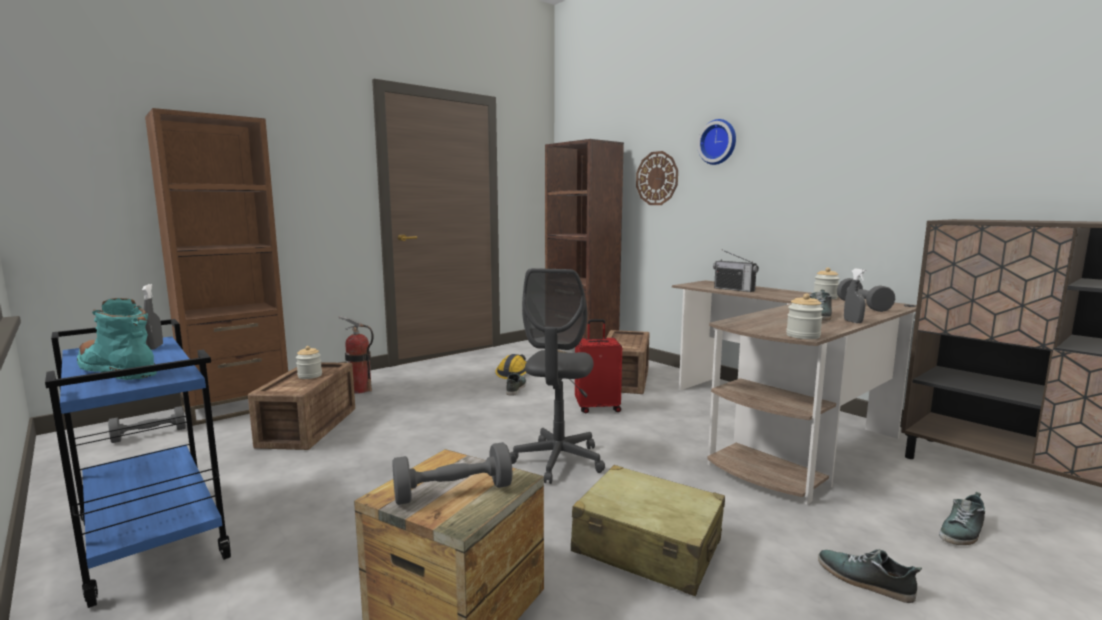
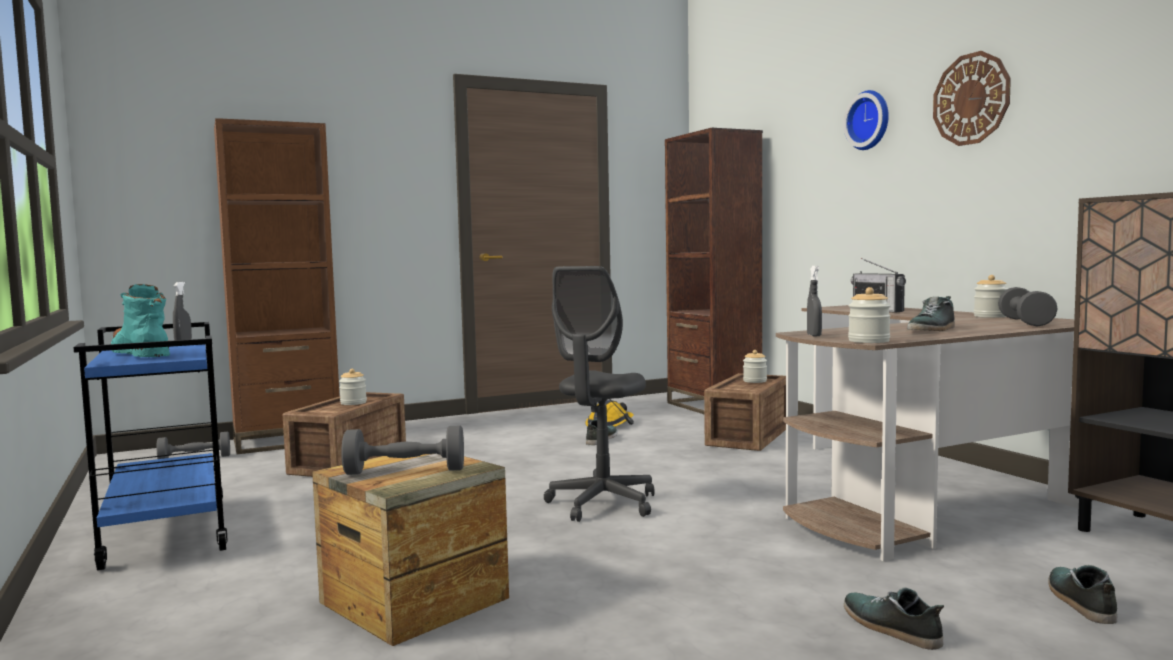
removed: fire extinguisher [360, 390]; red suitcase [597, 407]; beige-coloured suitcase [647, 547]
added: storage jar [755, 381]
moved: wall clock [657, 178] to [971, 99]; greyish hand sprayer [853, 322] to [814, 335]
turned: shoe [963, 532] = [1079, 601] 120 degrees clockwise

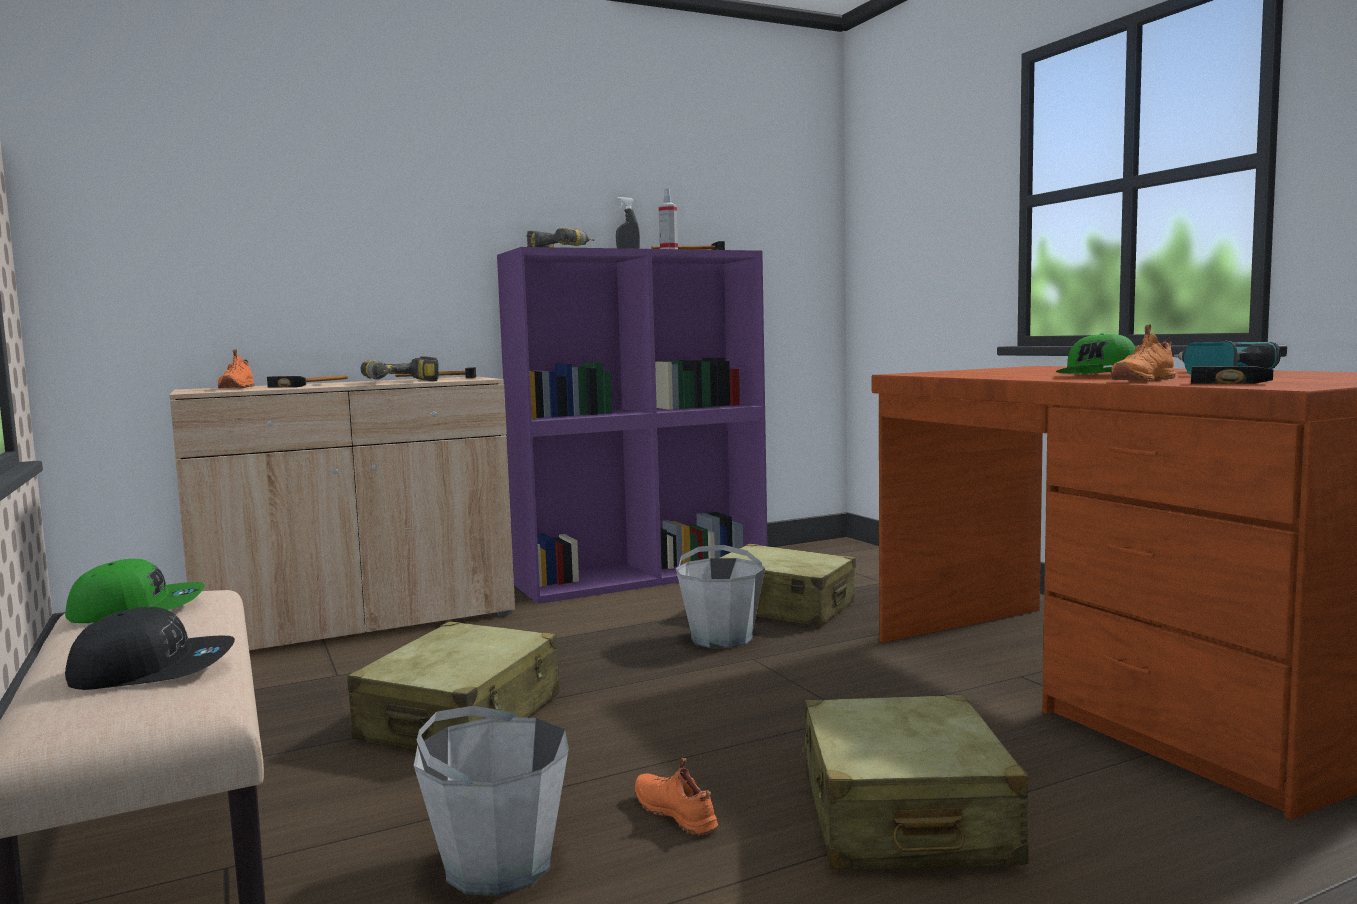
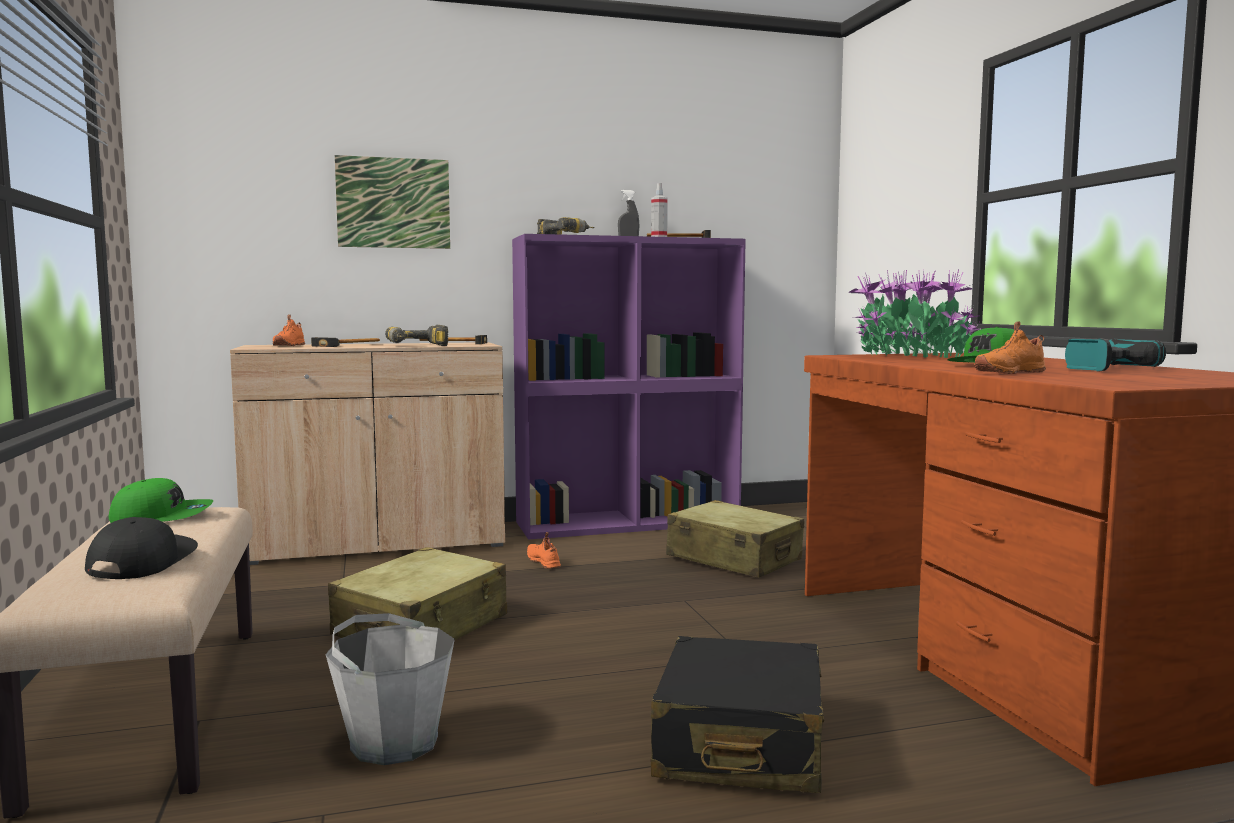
removed: tool hammer [1231, 380]; greyish pail [721, 638]
added: picture [393, 203]; potted plant [911, 356]
moved: orangey shoe [677, 813] to [544, 562]
recoloured: beige-coloured suitcase [904, 818] to blackish suitcase [740, 744]
turned: blackish baseball cap [153, 670] = [141, 562] 90 degrees counterclockwise

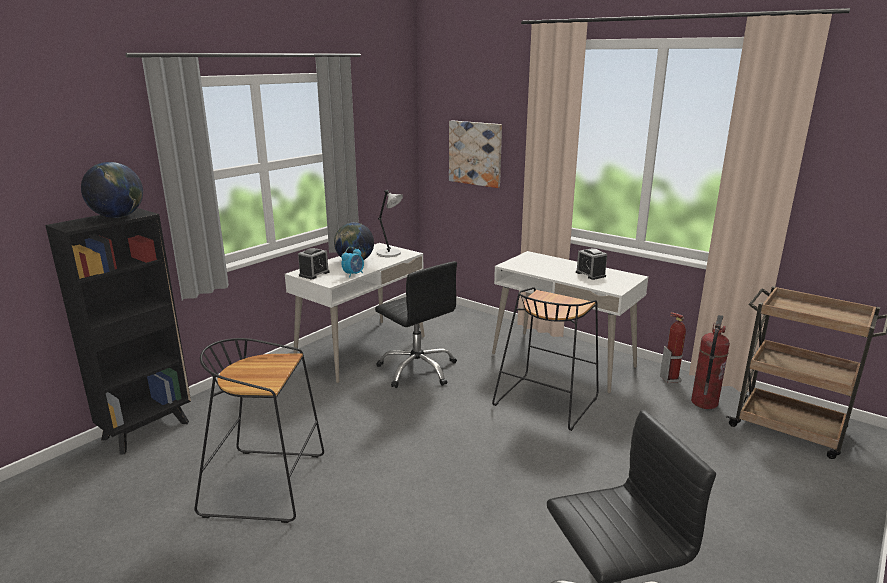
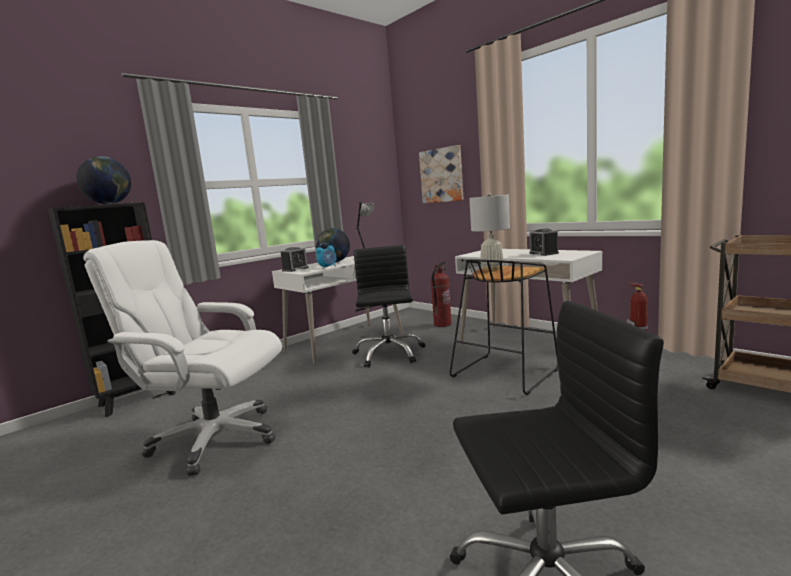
added: whitish table lamp [492, 269]
moved: fire extinguisher [704, 403] to [442, 324]
replaced: blackish stool seat [267, 484] to whitish computer chair [214, 439]
turned: blackish computer chair [418, 369] = [389, 354] 150 degrees counterclockwise

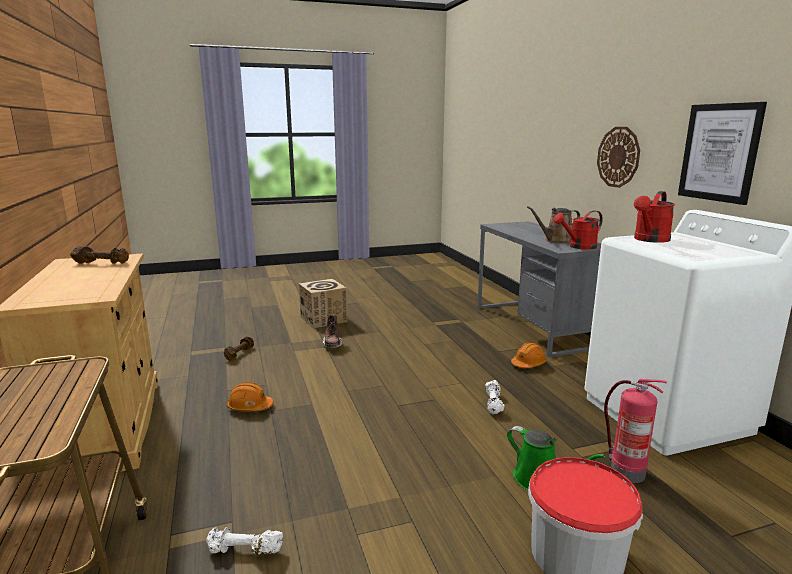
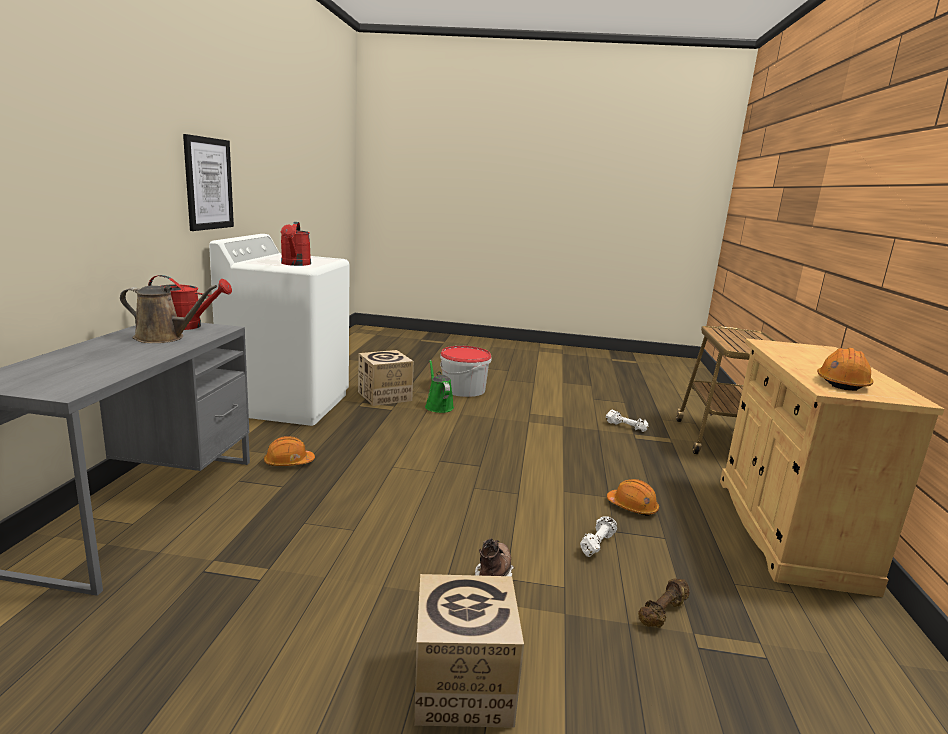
removed: wall clock [618, 157]
moved: whitish hand weight [494, 404] to [596, 544]
replaced: brownish hand weight [102, 263] to orangey hard hat [842, 383]; fire extinguisher [625, 472] to packing box [384, 396]
turned: red sprinkling can [649, 240] = [295, 264] 105 degrees clockwise

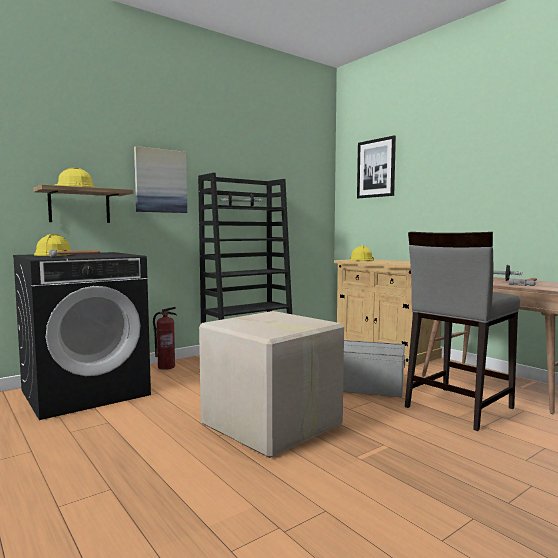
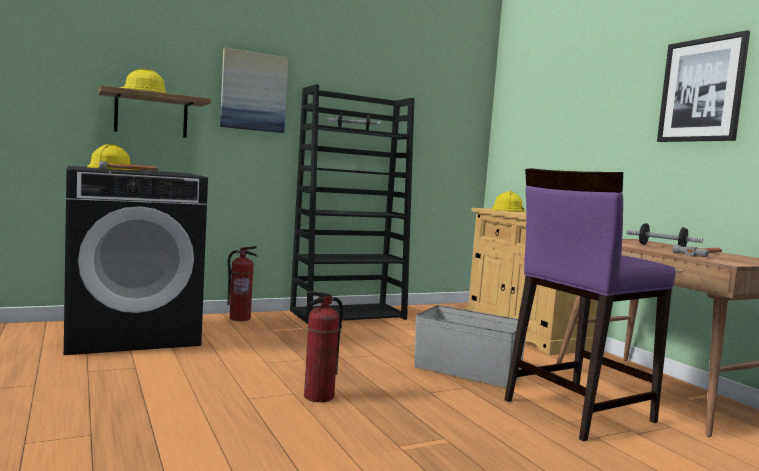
moved: picture [376, 168] to [702, 90]
replaced: packing box [271, 425] to fire extinguisher [319, 397]
recoloured: greyish stool seat [457, 407] to purplish stool seat [576, 410]

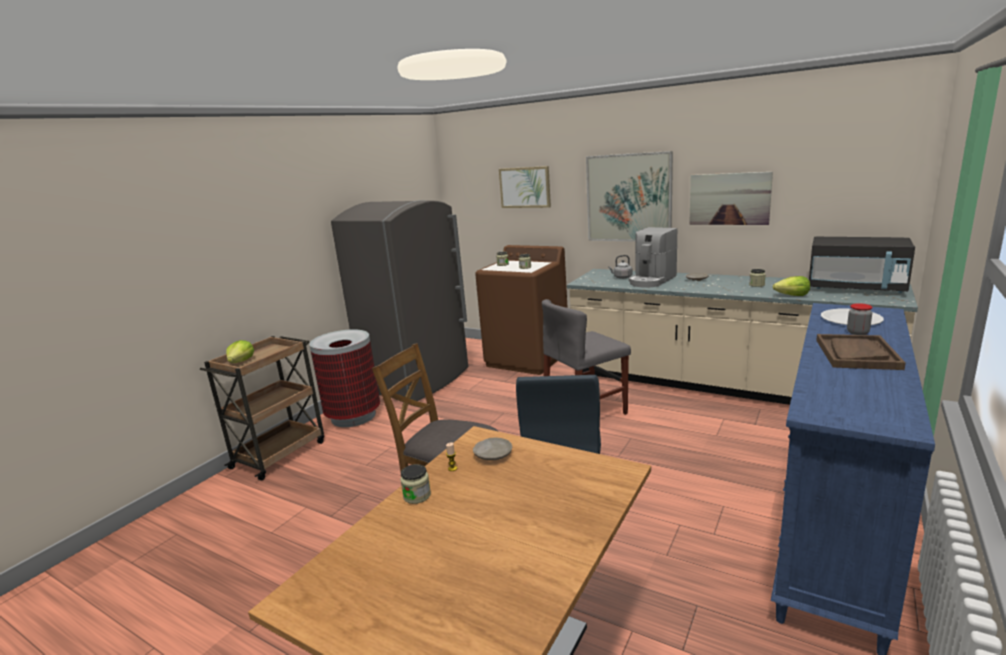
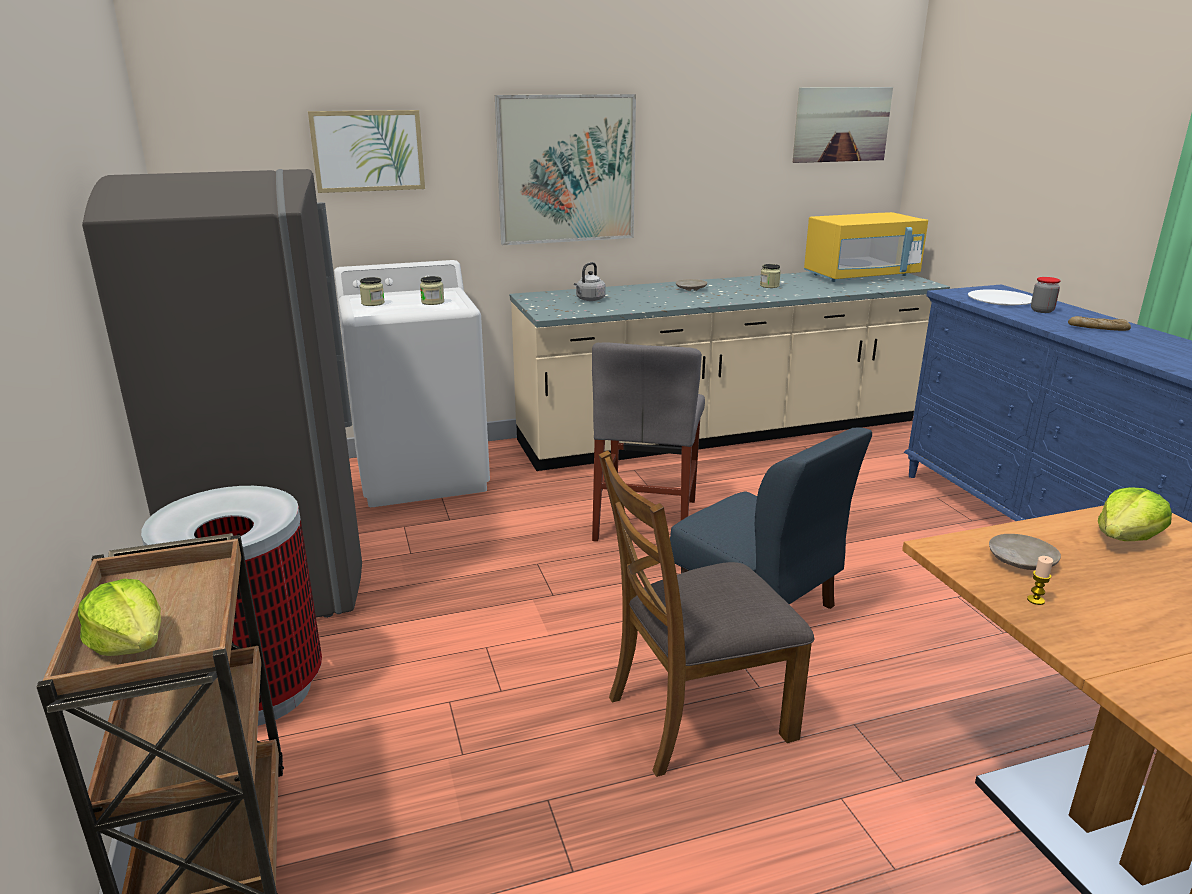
removed: coffee machine [651, 280]; storage jar [417, 496]
moved: picture [729, 199] to [841, 124]; lettuce [792, 296] to [1126, 538]
replaced: brownish serving tray [856, 354] to baked bread [1098, 329]
recoloured: blackish kitchen microwave [855, 288] to yellow kitchen microwave [861, 276]; brownish laundry appliance [527, 359] to whitish laundry appliance [422, 474]

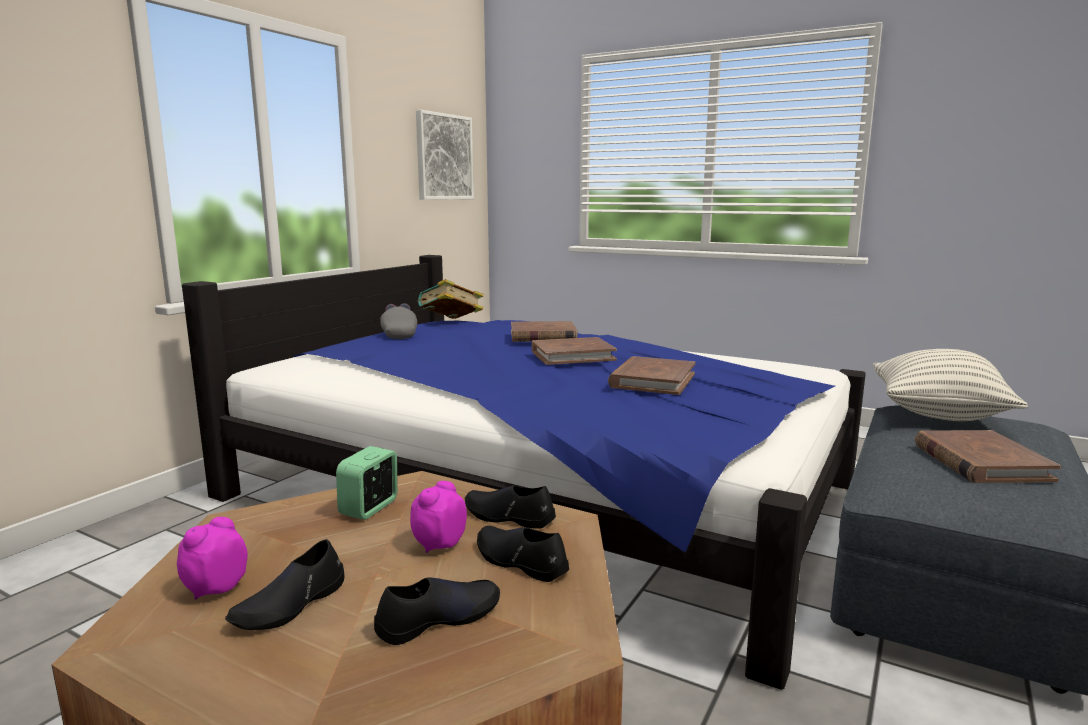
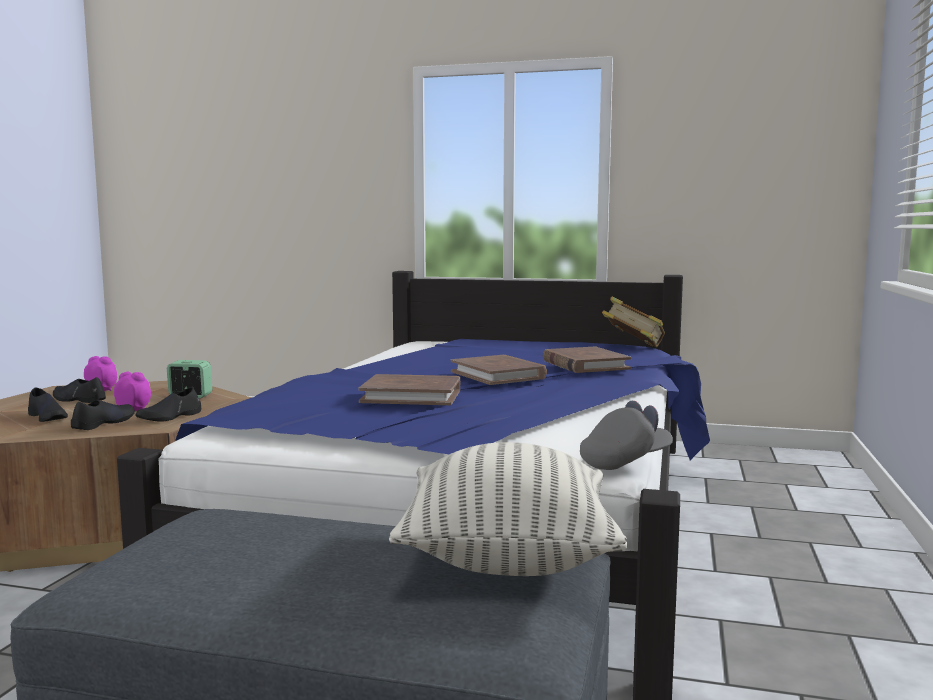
removed: picture [444, 157]; brownish book [980, 462]
moved: greyish baseball cap [399, 335] to [625, 461]
turned: blackish shoe [508, 516] = [169, 417] 150 degrees counterclockwise

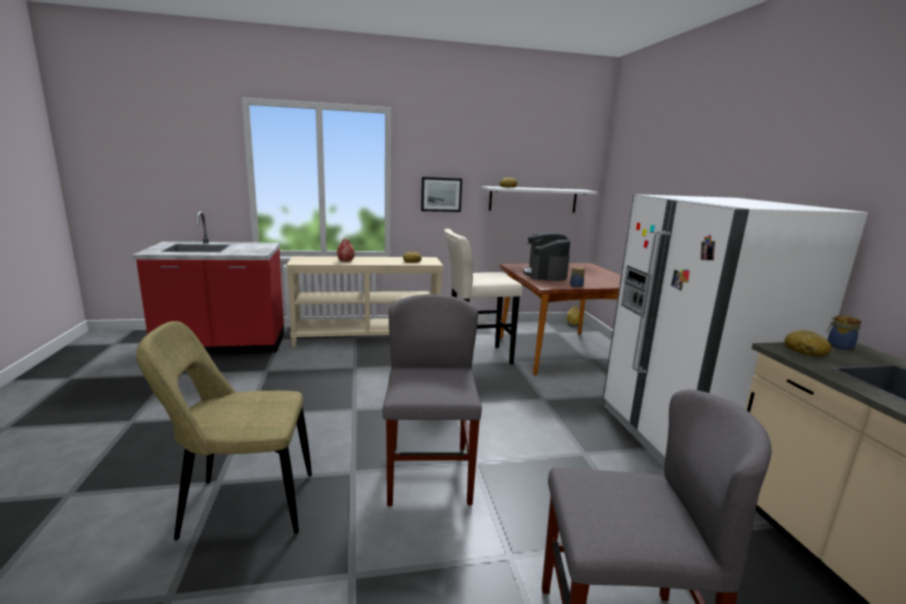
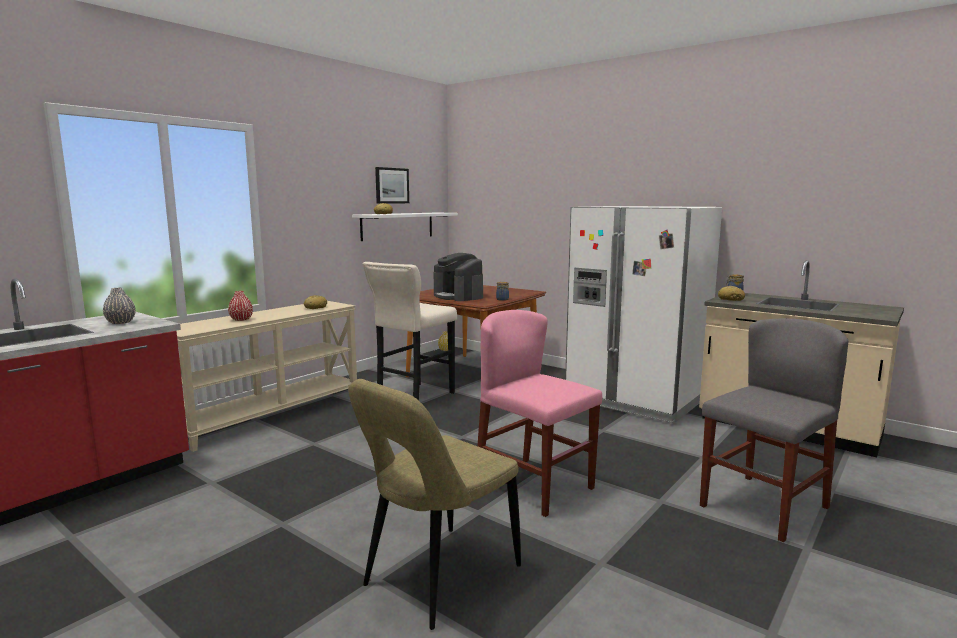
added: greyish flower vase [120, 322]
moved: picture [441, 194] to [391, 185]
recoloured: greyish chair [429, 474] to pink chair [534, 486]

